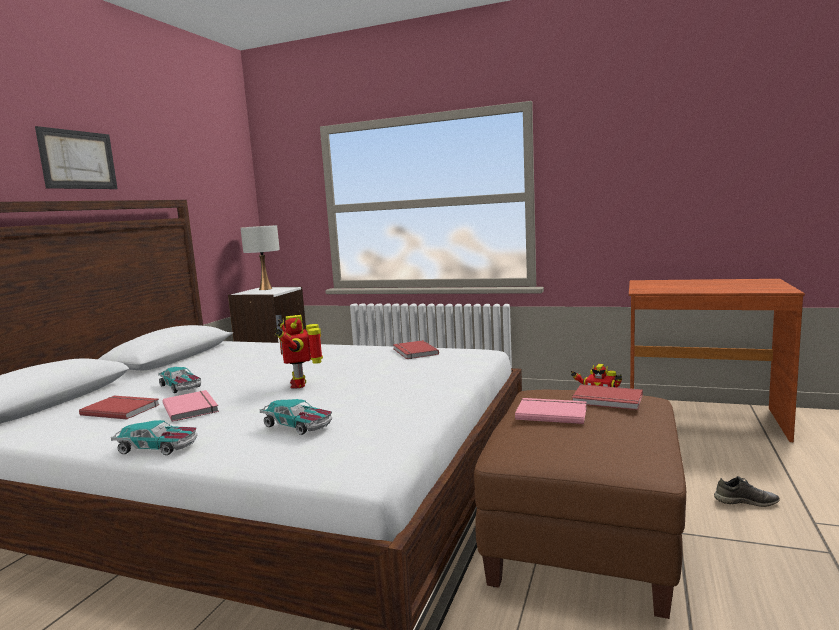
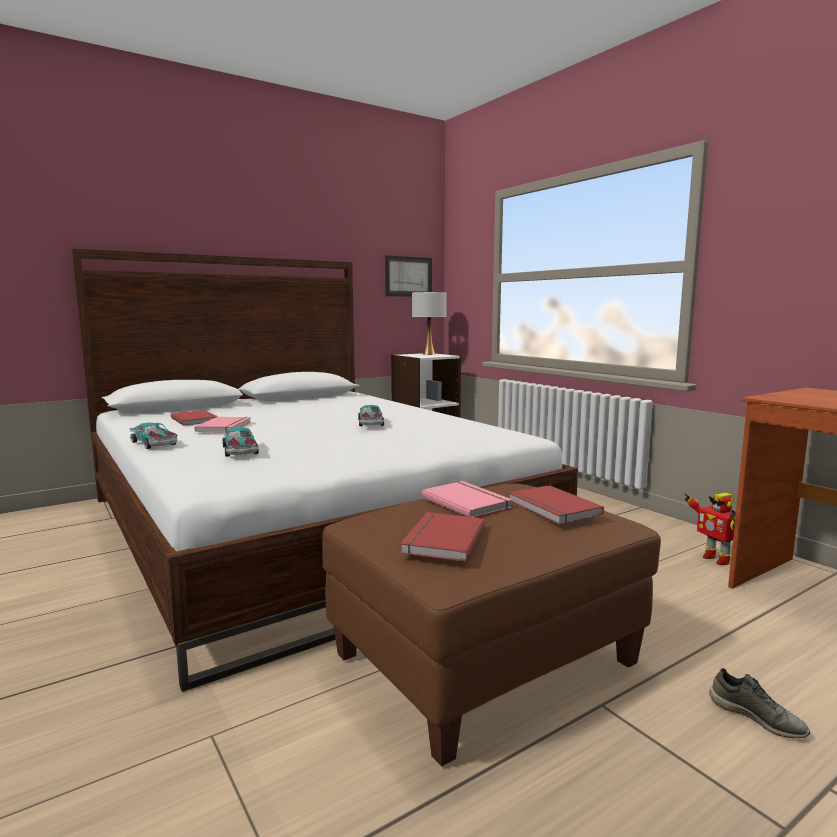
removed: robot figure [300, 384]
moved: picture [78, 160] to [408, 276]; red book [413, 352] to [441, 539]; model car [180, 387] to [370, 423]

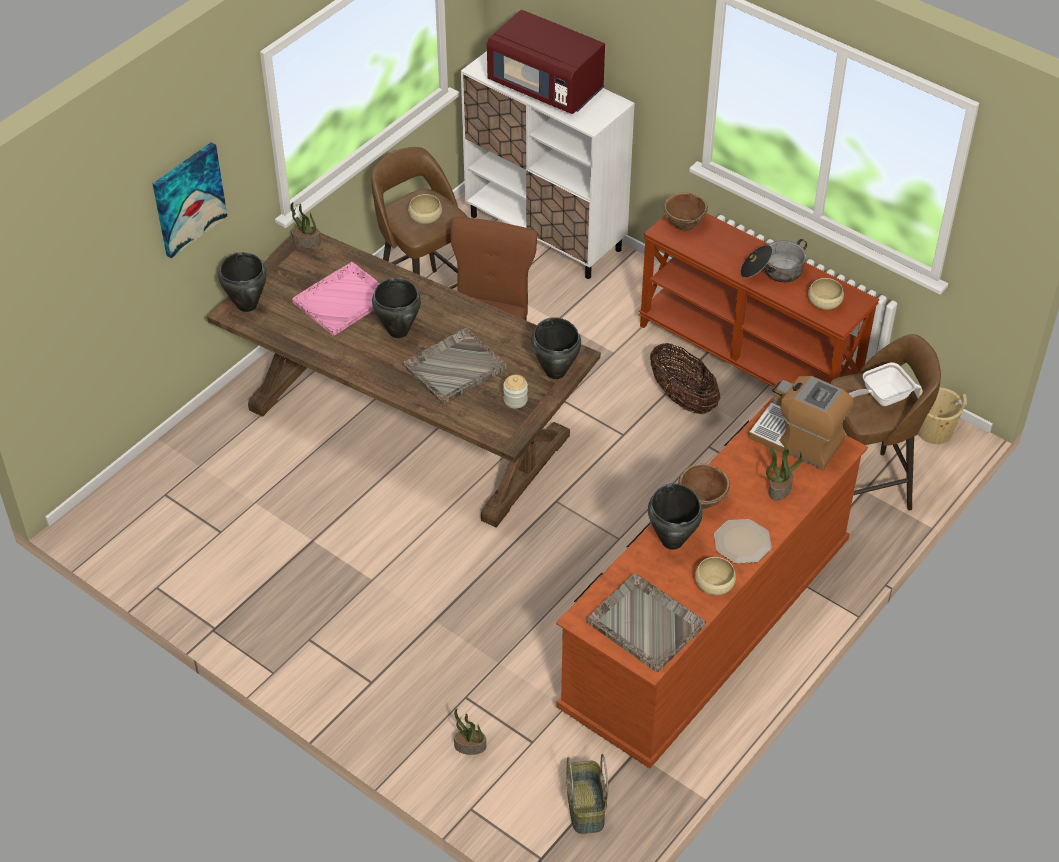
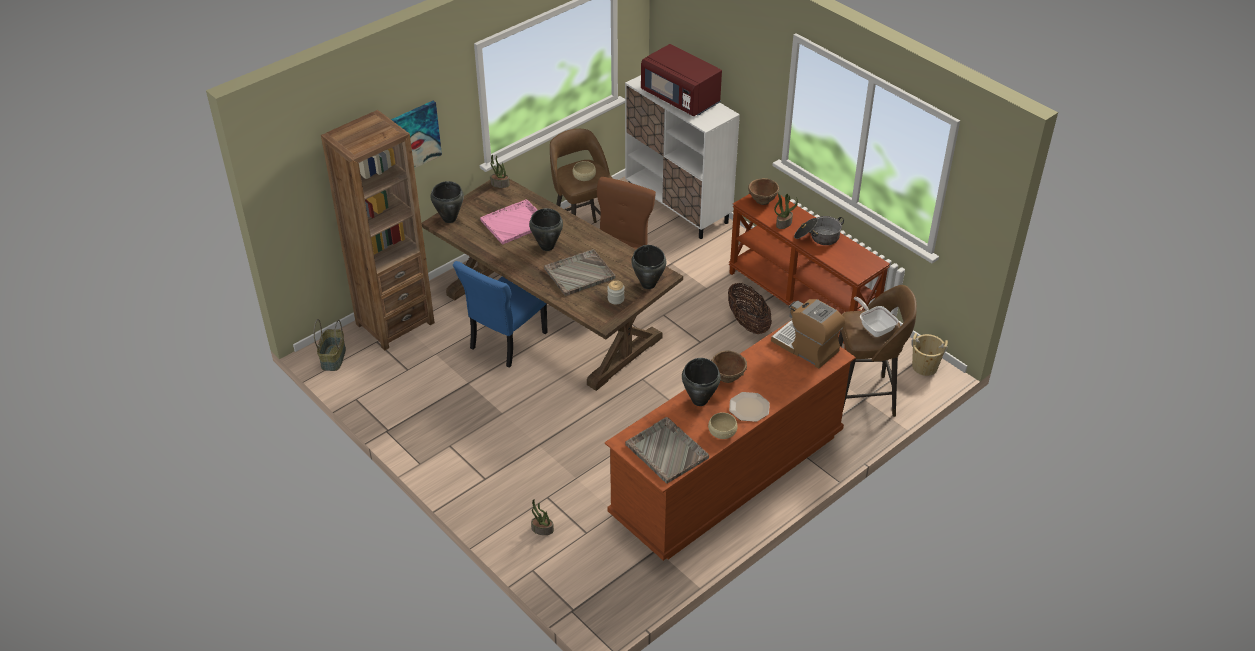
removed: beige-coloured serving bowl [824, 301]
added: brownish bookcase [395, 323]; bluish chair [506, 342]
moved: potted plant [779, 489] to [783, 223]; storage basket [584, 806] to [333, 358]
turned: pan [880, 397] = [874, 327] 75 degrees clockwise

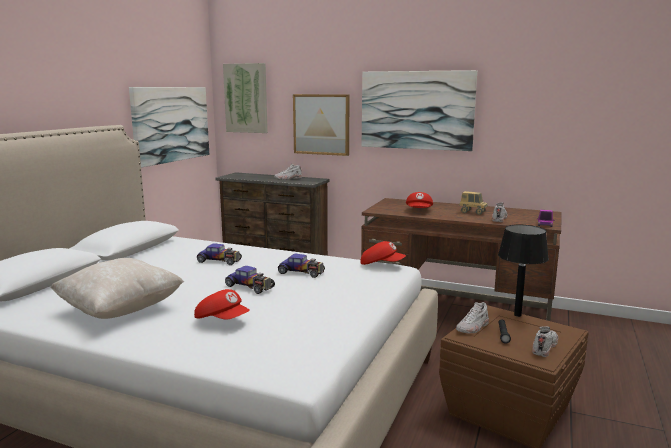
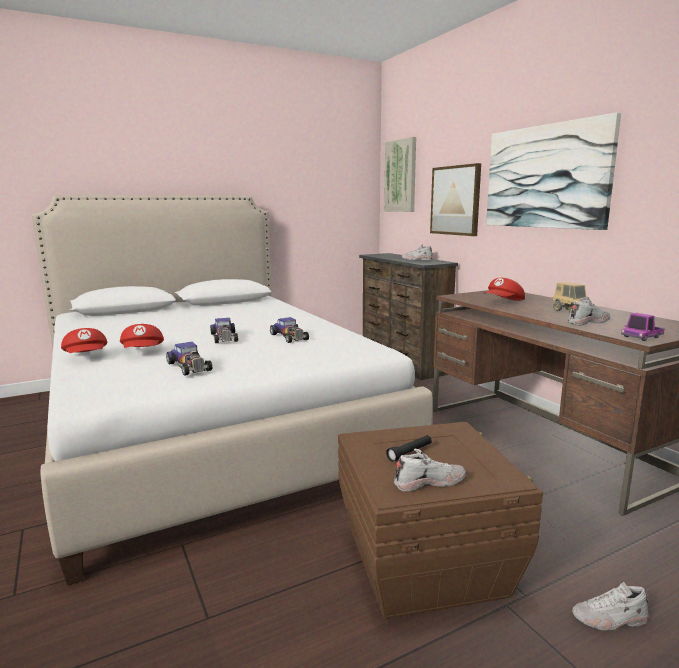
removed: picture [171, 124]; blackish table lamp [517, 315]; beige-coloured throw pillow [121, 310]
moved: red baseball cap [381, 265] to [87, 357]; model car [219, 260] to [189, 366]; whitish shoe [473, 327] to [609, 619]

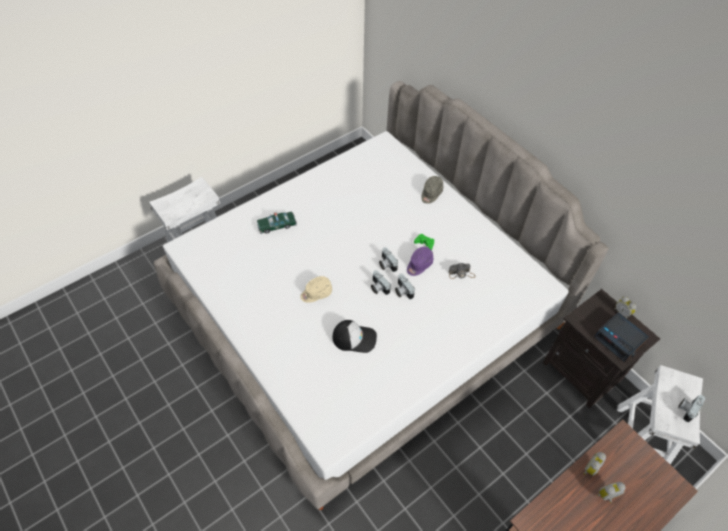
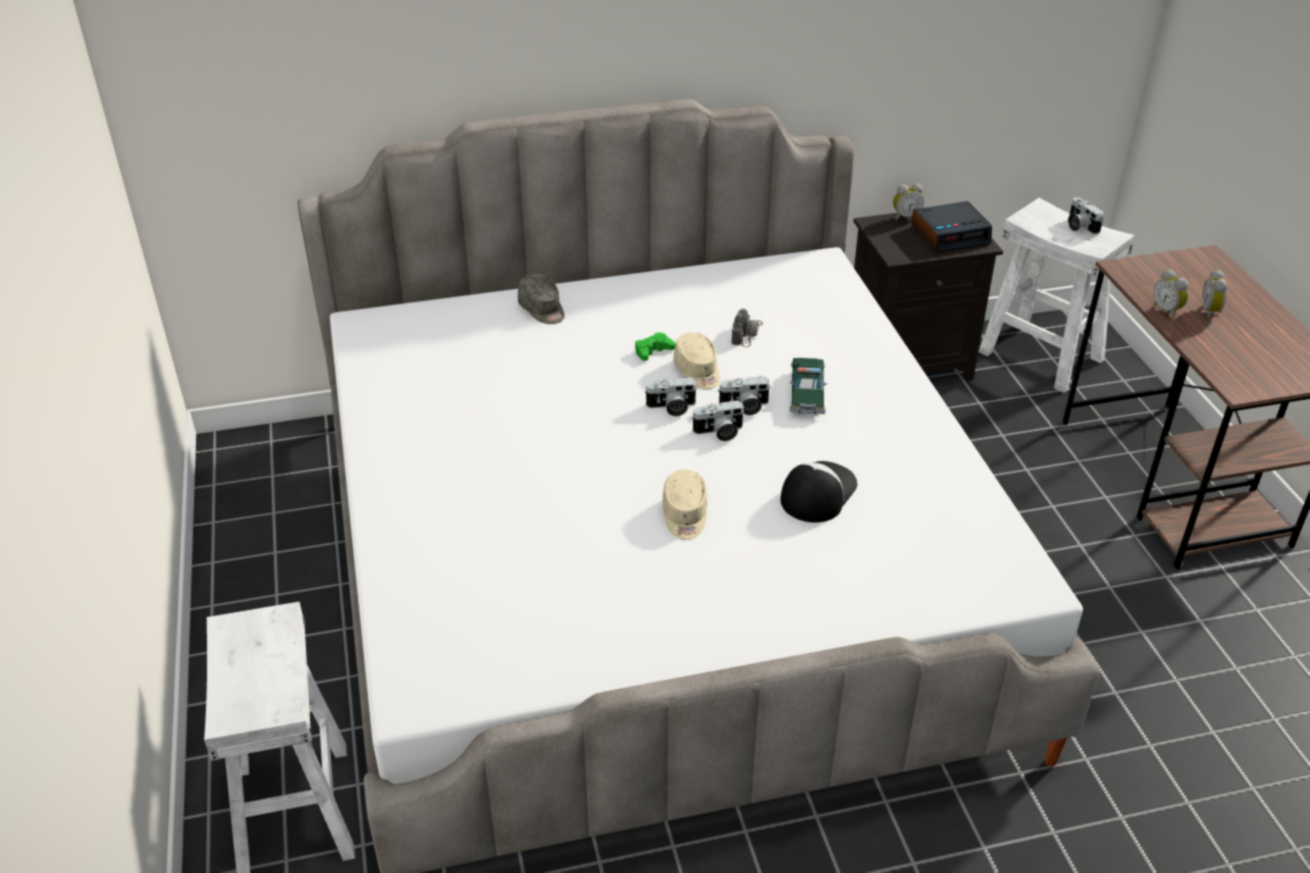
moved: model car [277, 225] to [807, 393]
recoloured: purplish baseball cap [419, 265] to beige-coloured baseball cap [698, 371]

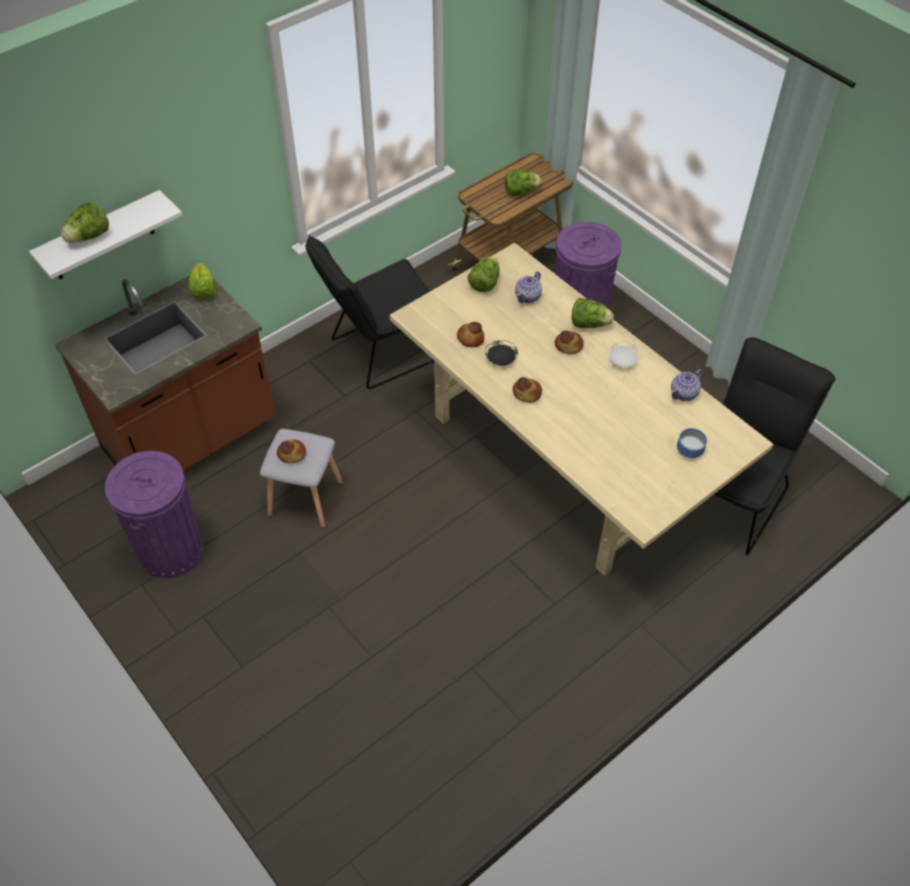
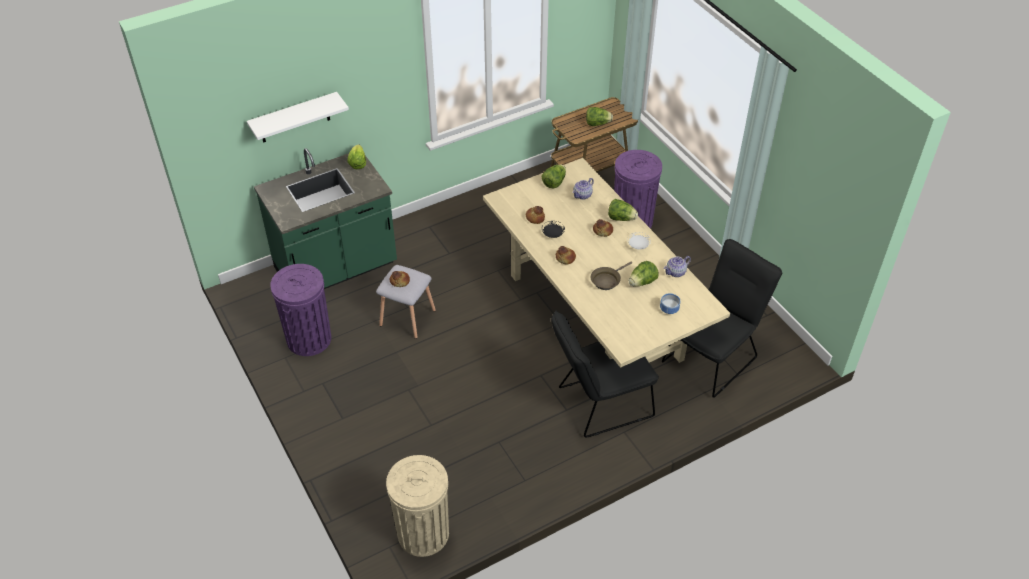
added: brownish pan [607, 280]; beige-coloured trash can [423, 533]
moved: lettuce [89, 237] to [642, 282]; blackish chair [381, 351] to [599, 403]
recoloured: brownish kitchen base unit [191, 439] to green kitchen base unit [336, 268]

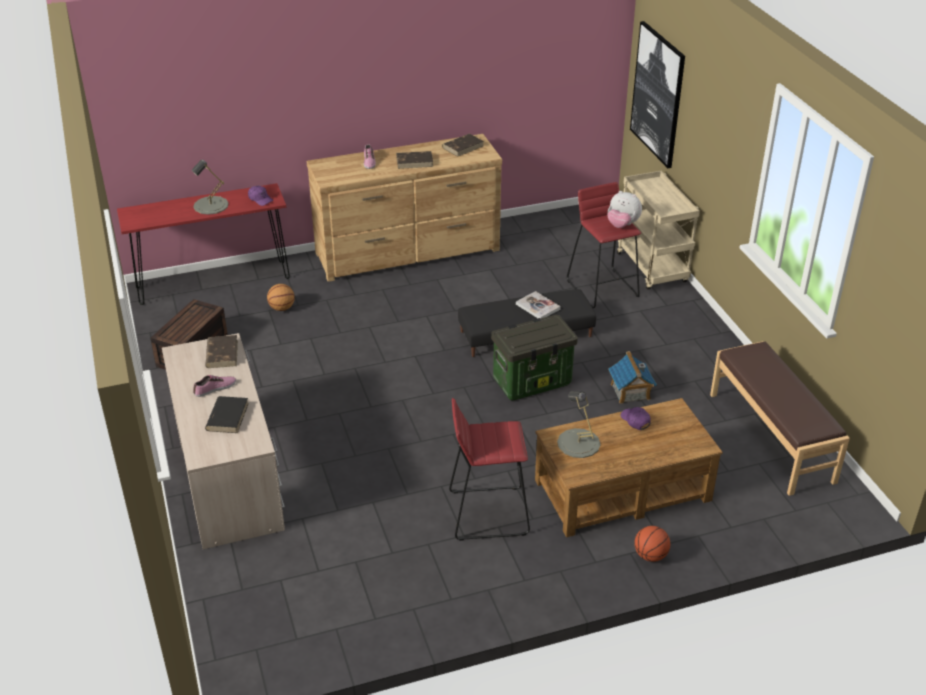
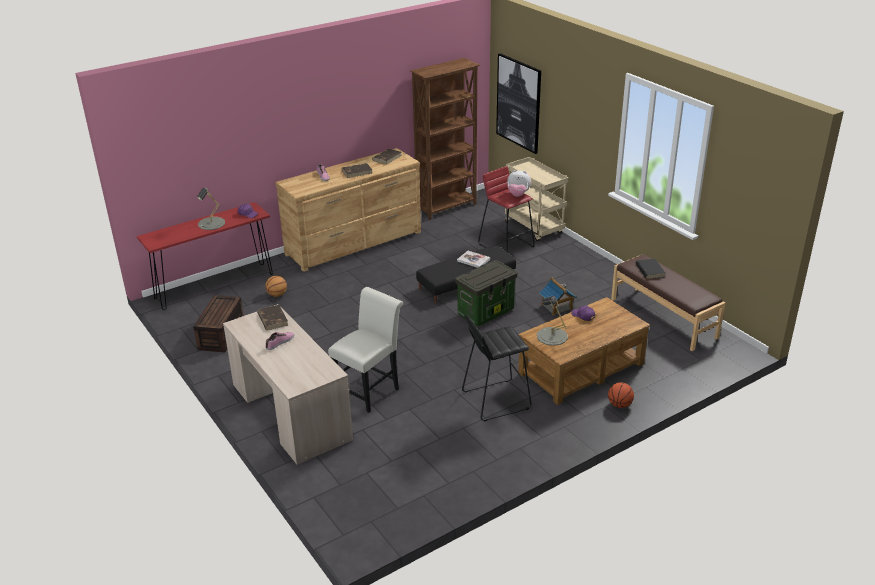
added: brownish bookcase [447, 207]; whitish chair [370, 390]
moved: blackish book [227, 416] to [649, 270]
recoloured: red stool seat [487, 512] to blackish stool seat [495, 400]

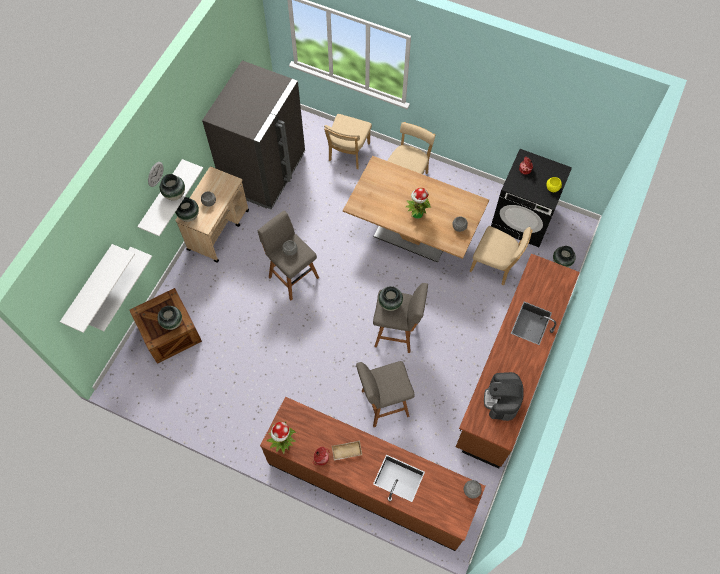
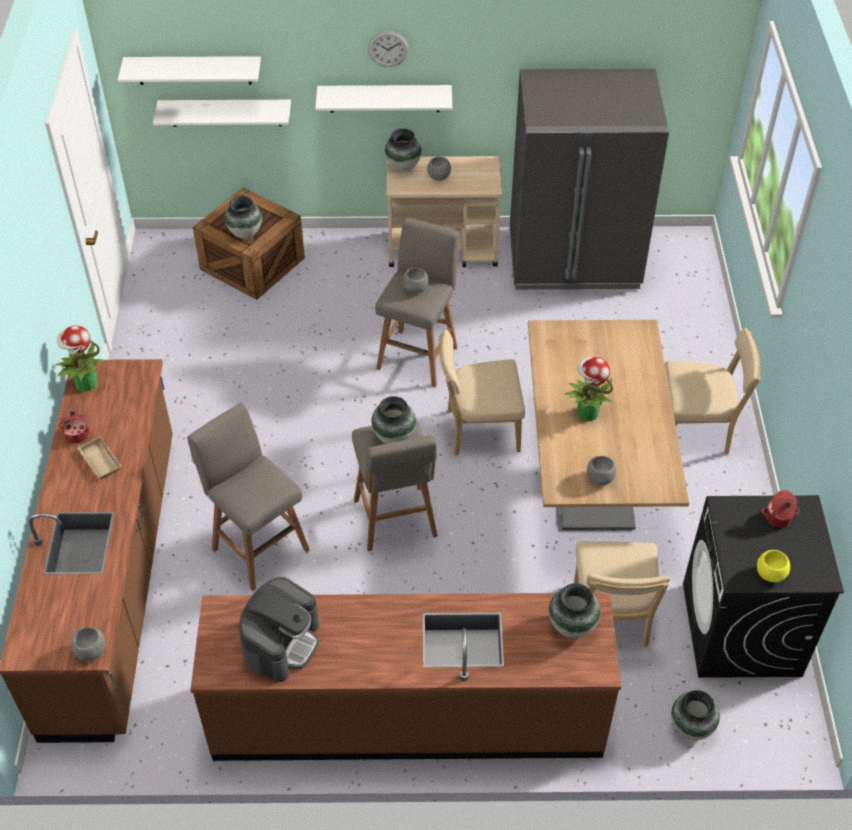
moved: beige-coloured chair [348, 153] to [479, 430]; flower vase [175, 195] to [571, 626]
turned: coffee machine [502, 400] = [281, 642] 135 degrees clockwise

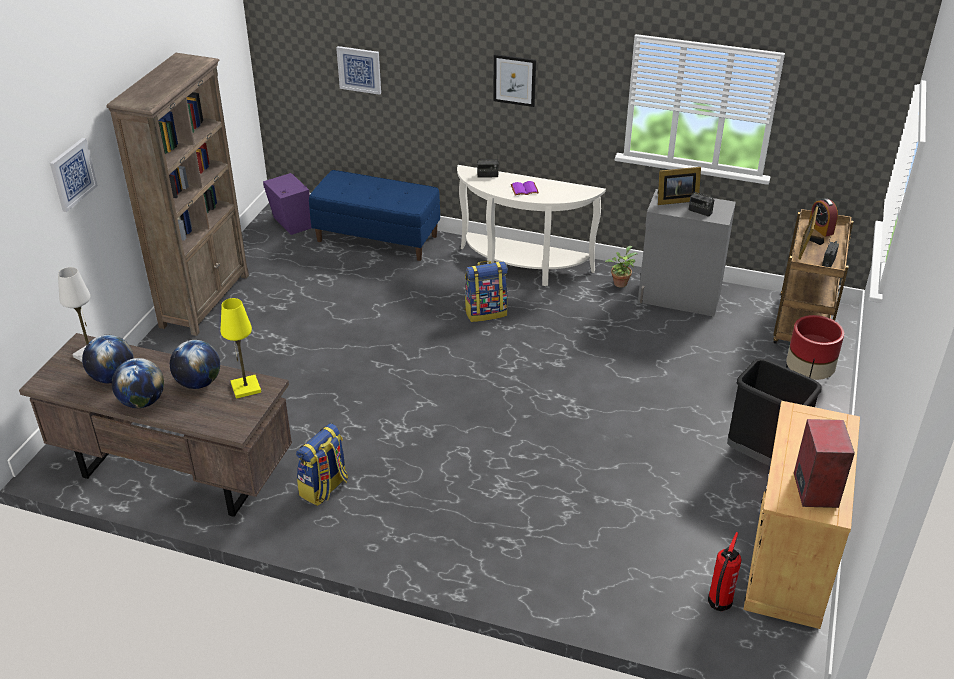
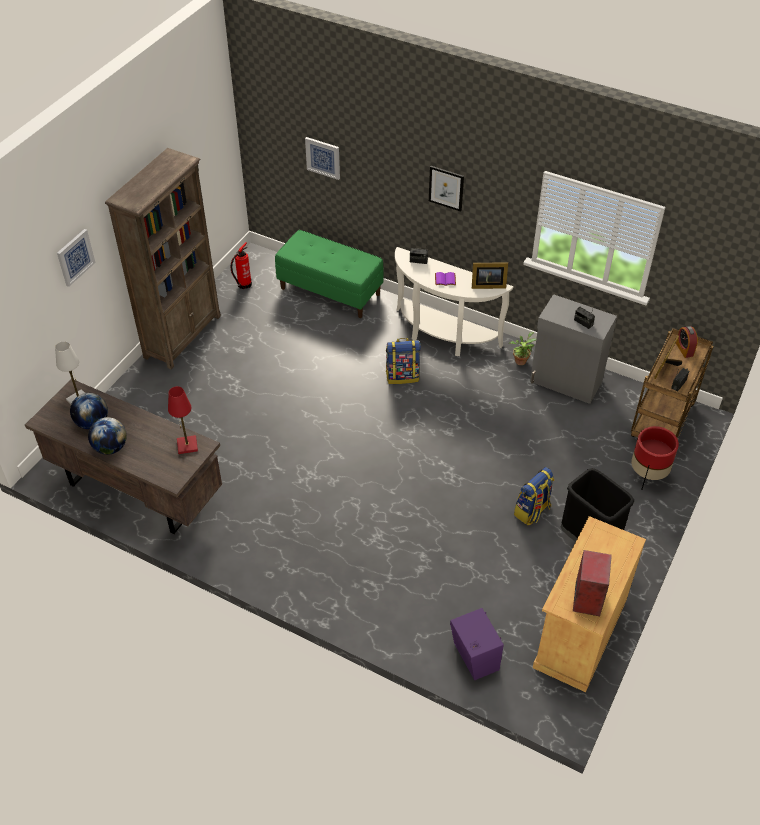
removed: globe [198, 383]
moved: picture frame [675, 200] to [487, 285]; purplish audio speaker [291, 223] to [474, 658]; knapsack [324, 488] to [532, 511]; fire extinguisher [718, 603] to [243, 285]
recoloured: bluish bench [377, 238] to green bench [331, 291]; yellow table lamp [246, 388] to red table lamp [187, 445]

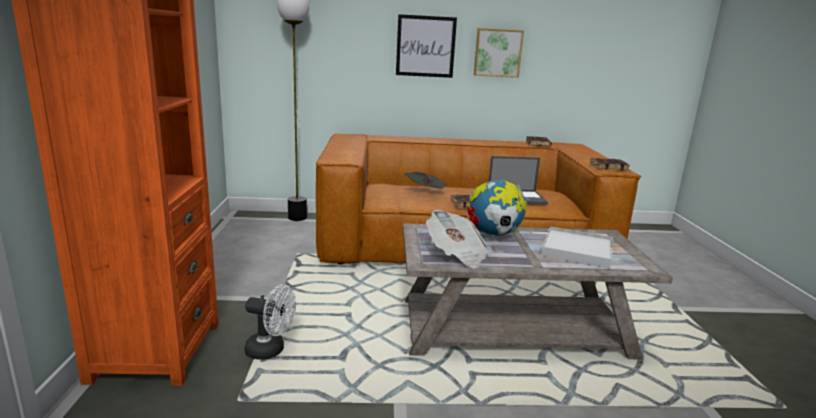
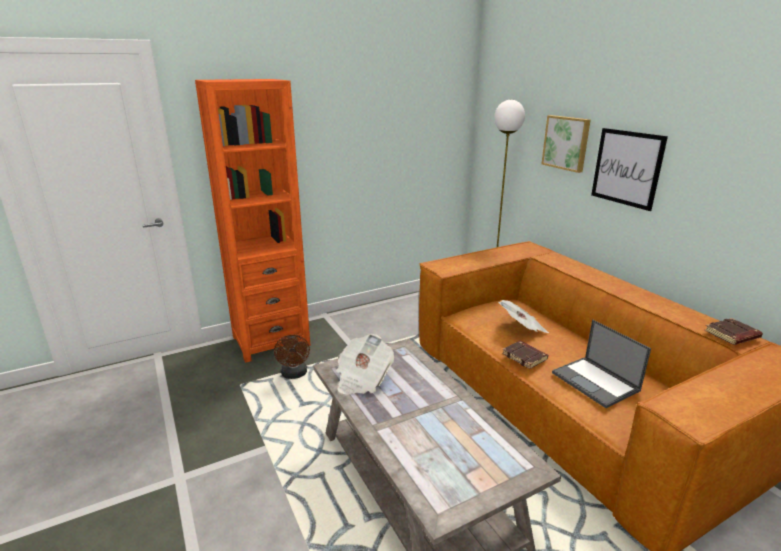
removed: brownish book [609, 167]; globe [493, 235]; whitish serving tray [577, 250]
moved: picture [497, 53] to [566, 143]
recoloured: whitish fan [271, 350] to brownish fan [294, 375]

